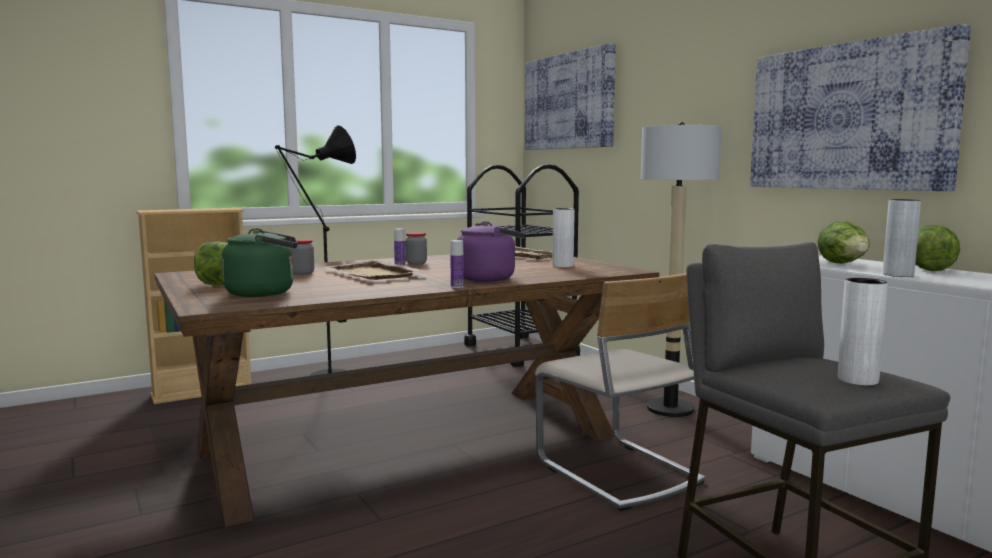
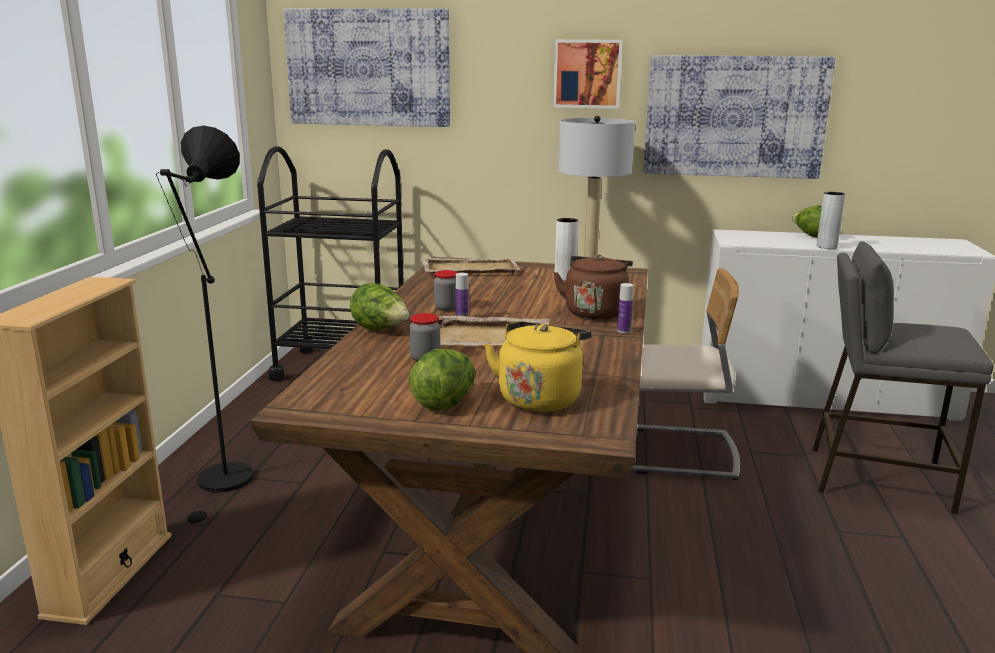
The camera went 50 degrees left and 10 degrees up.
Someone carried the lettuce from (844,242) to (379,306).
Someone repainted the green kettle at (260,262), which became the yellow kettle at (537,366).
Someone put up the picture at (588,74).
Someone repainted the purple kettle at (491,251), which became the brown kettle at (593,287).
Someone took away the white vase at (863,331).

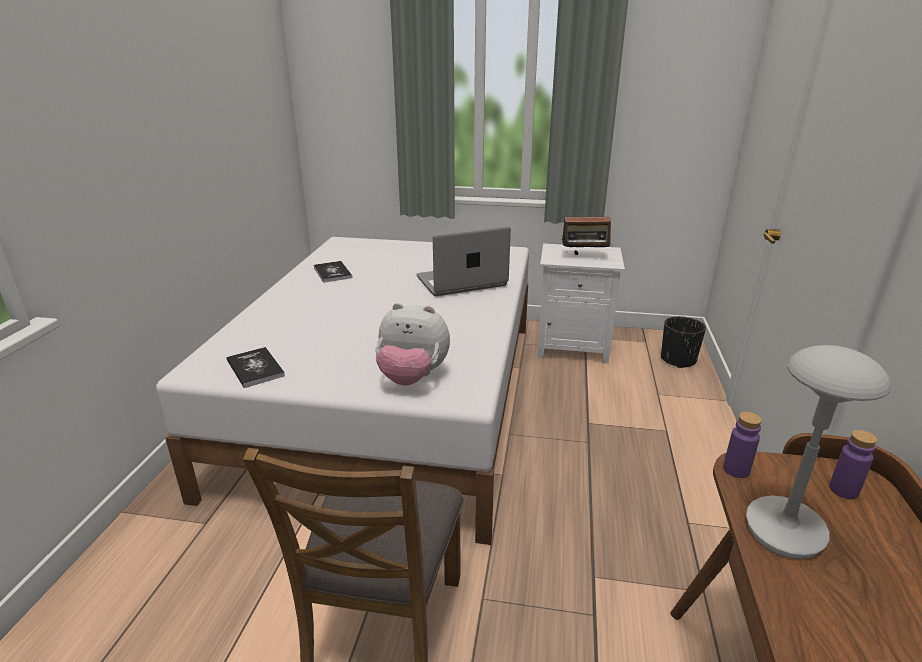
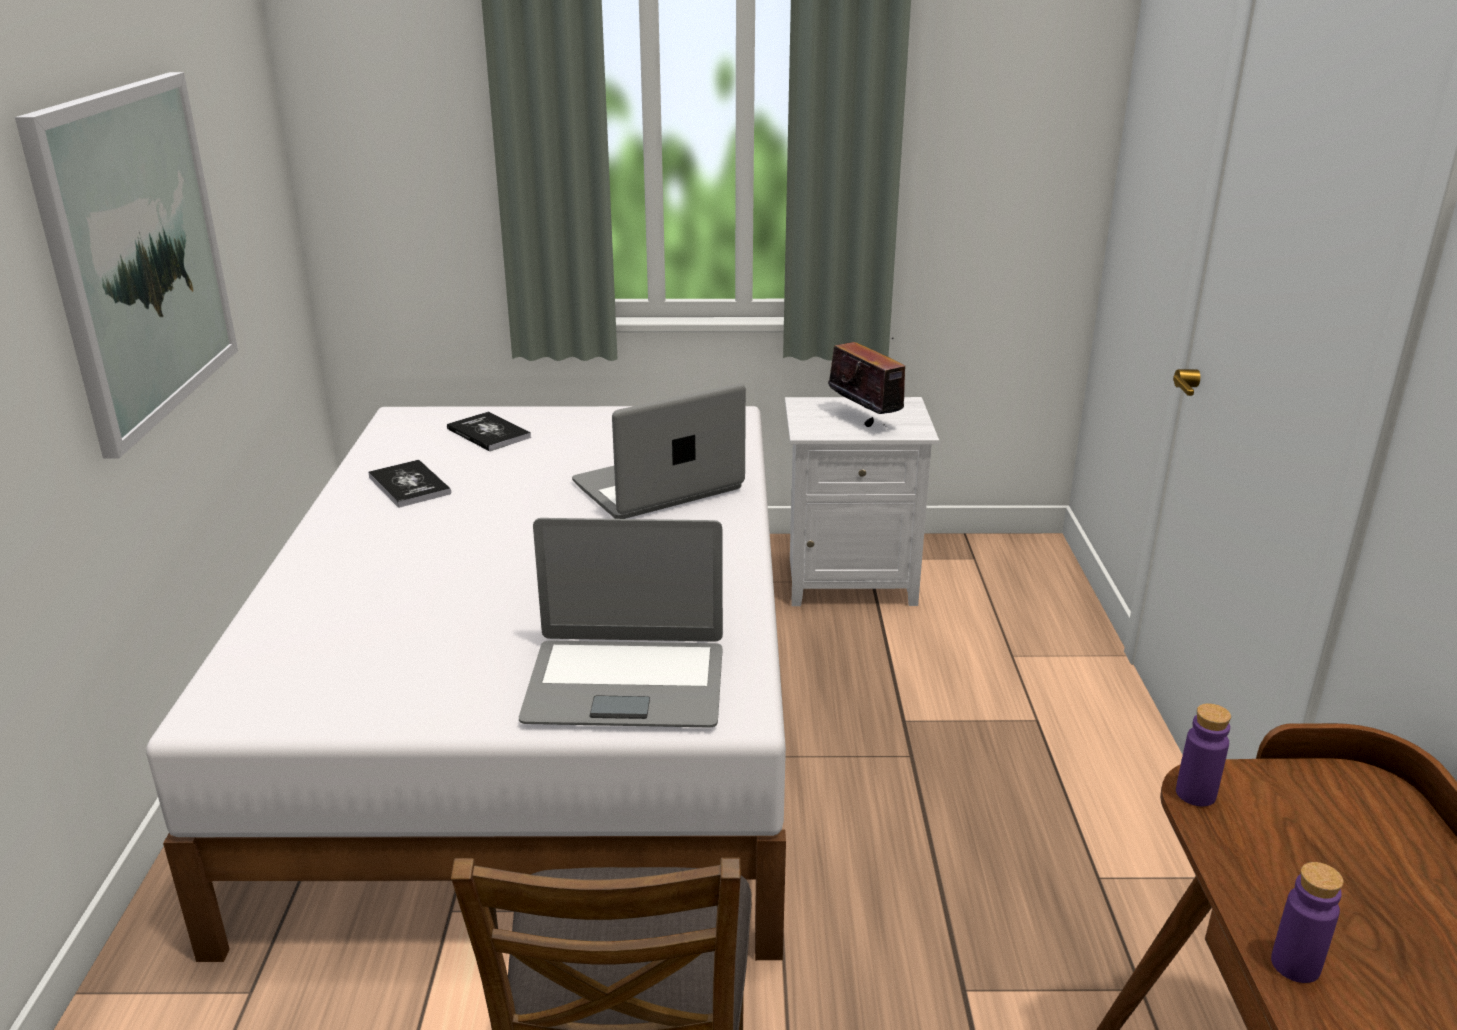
The camera went 10 degrees left and 0 degrees up.
Someone put up the picture at (126,265).
Someone carried the book from (256,367) to (489,431).
Someone swapped the plush toy at (413,344) for the laptop at (621,623).
Someone rotated the radio at (587,232) by 120 degrees counterclockwise.
Someone carried the purple bottle from (853,464) to (1307,922).
Someone took away the black planter at (683,342).
Someone took away the grey table lamp at (818,452).

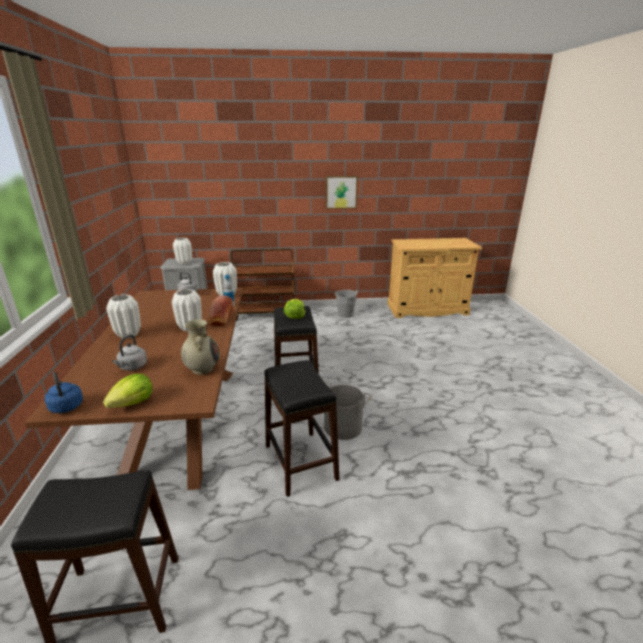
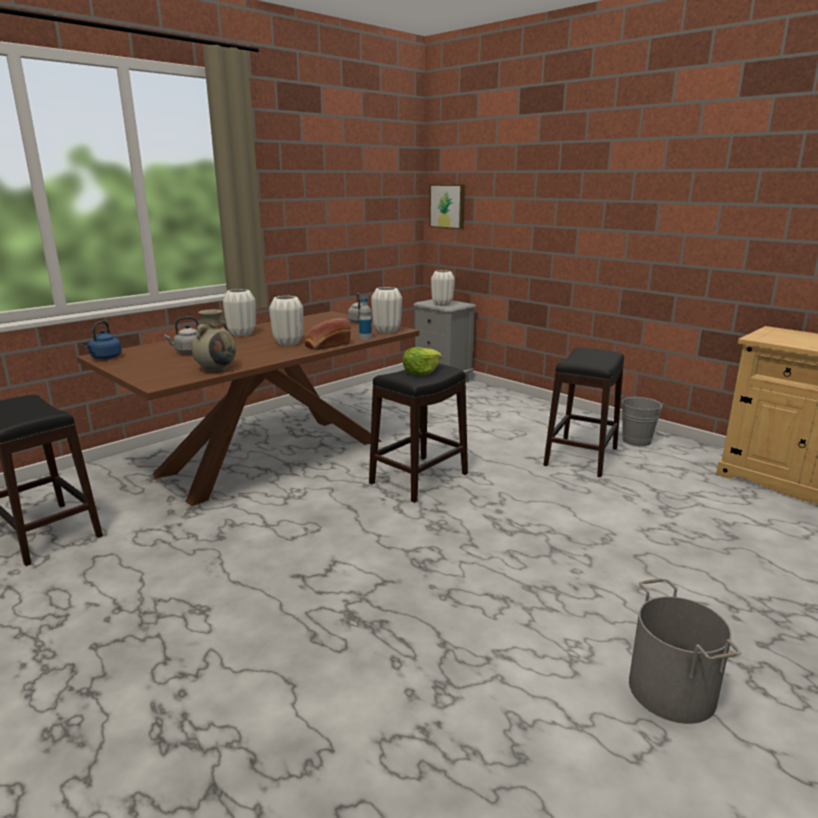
The camera went 50 degrees right and 5 degrees down.
Someone carried the picture from (342,192) to (447,206).
Someone carried the black stool from (301,428) to (584,412).
Someone carried the grey bucket from (348,410) to (685,651).
Someone took away the lettuce at (128,391).
Someone took away the brown cart at (262,285).

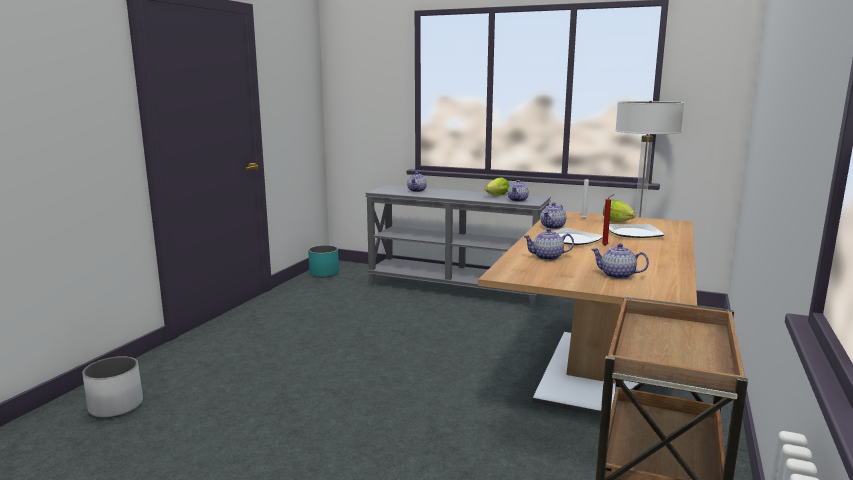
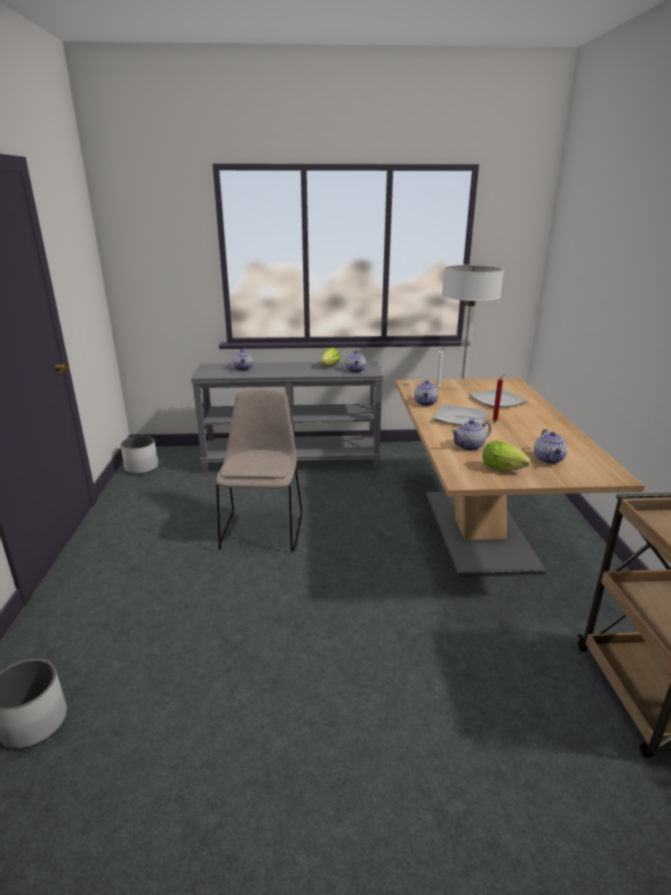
The camera went 25 degrees left and 10 degrees up.
Someone repainted the turquoise planter at (323,261), which became the white planter at (139,455).
Someone put down the beige chair at (259,470).
Someone carried the lettuce from (619,211) to (506,456).
Someone rotated the teapot at (620,261) by 90 degrees counterclockwise.

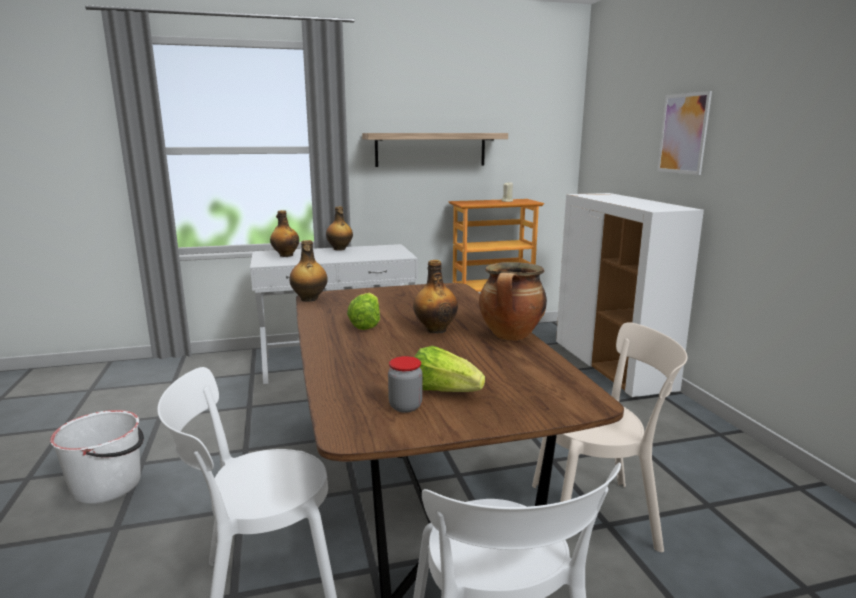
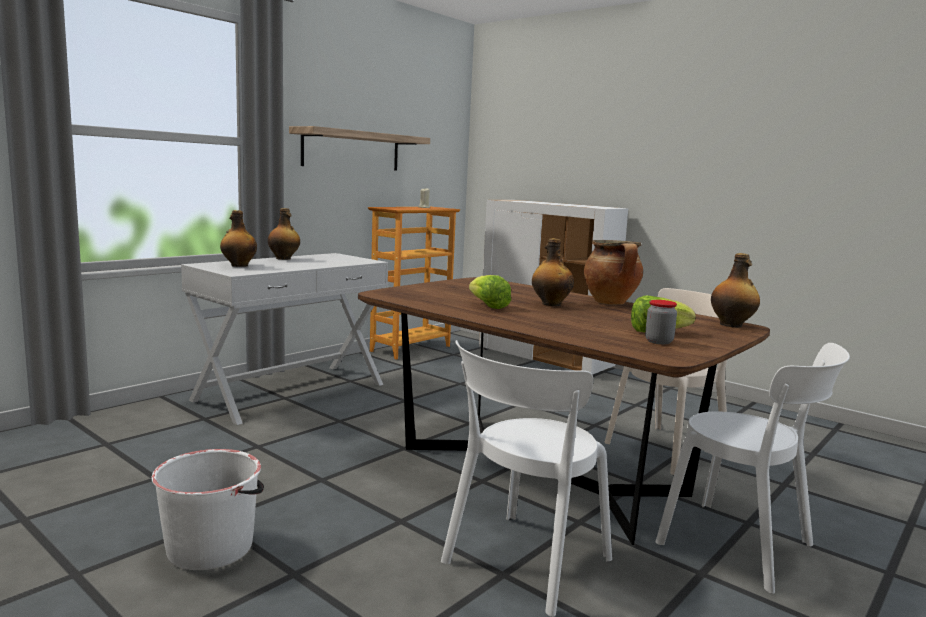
The camera went 35 degrees left and 5 degrees down.
Someone carried the bottle from (308,271) to (735,290).
Someone took away the picture at (684,133).

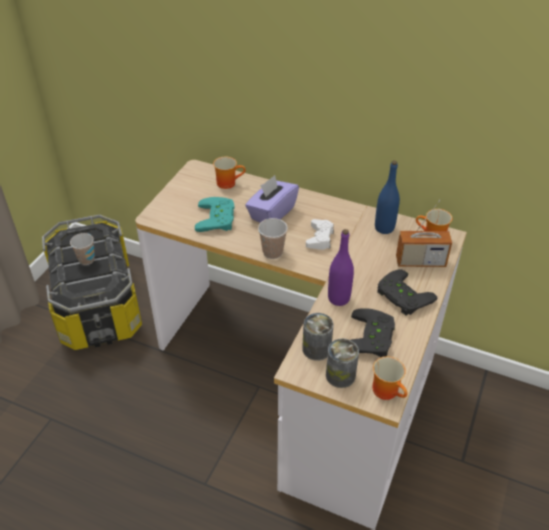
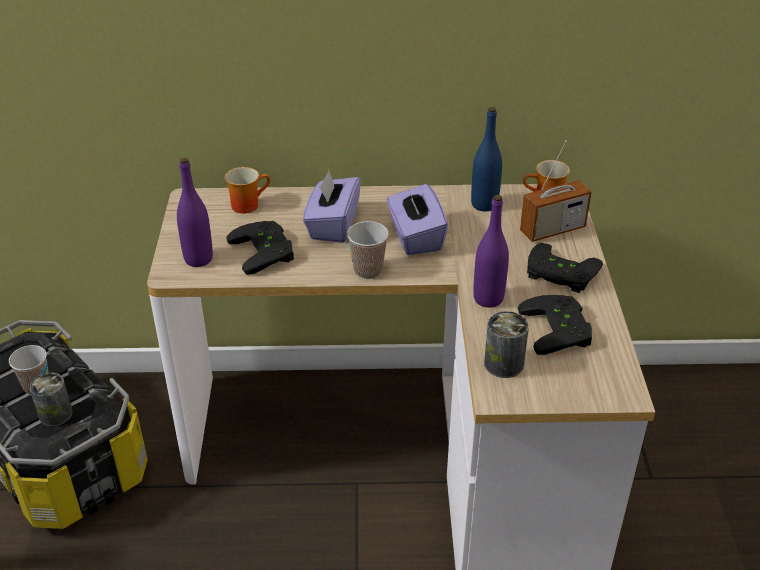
The camera went 25 degrees left and 5 degrees down.
Someone carried the can from (342,363) to (51,400).
Someone put down the purple bottle at (195,212).
Someone repainted the turquoise game controller at (215,214), which became the black game controller at (260,248).
Someone swapped the white game controller at (320,234) for the purple tissue box at (417,219).
Someone took away the mug at (390,378).

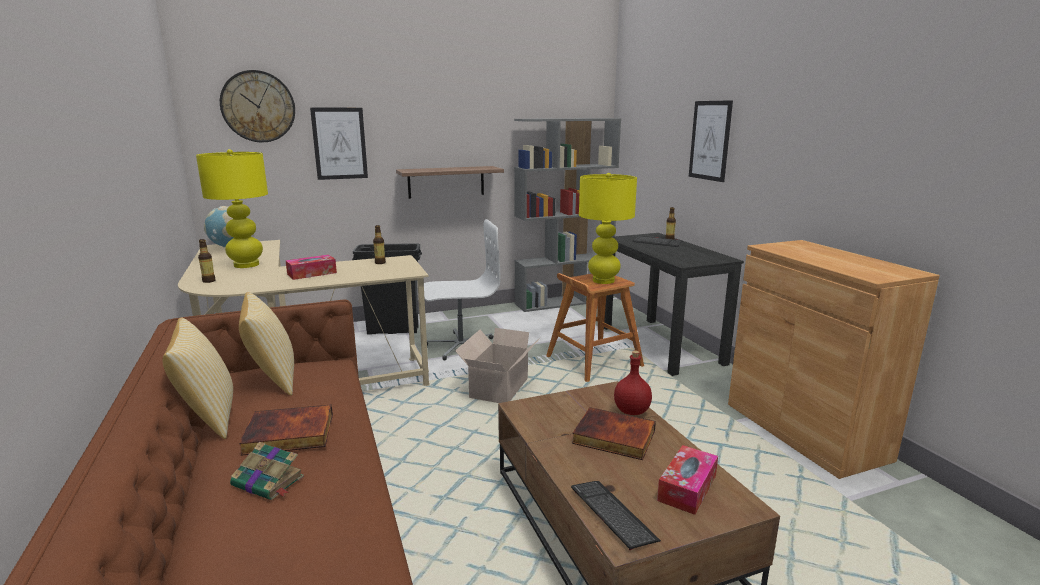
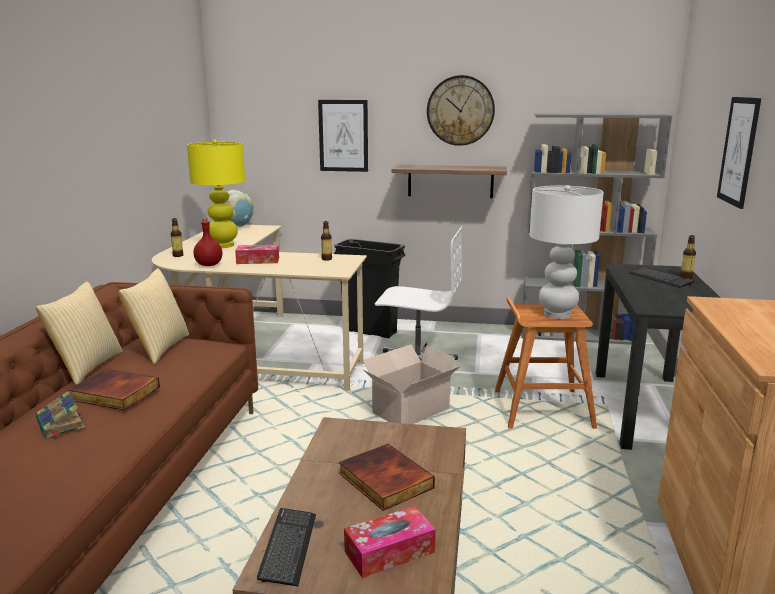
The camera went 30 degrees right and 0 degrees up.
Someone carried the red bottle from (633,383) to (207,242).
Someone carried the wall clock from (257,106) to (461,110).
Someone repainted the yellow table lamp at (608,228), which became the white table lamp at (567,252).

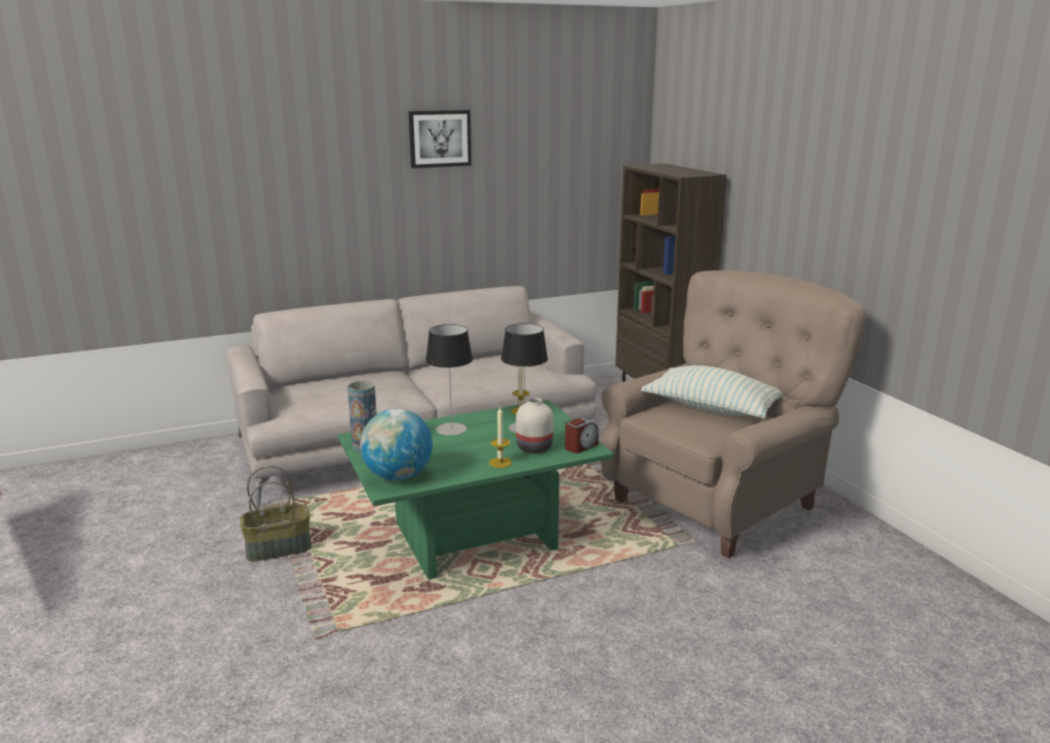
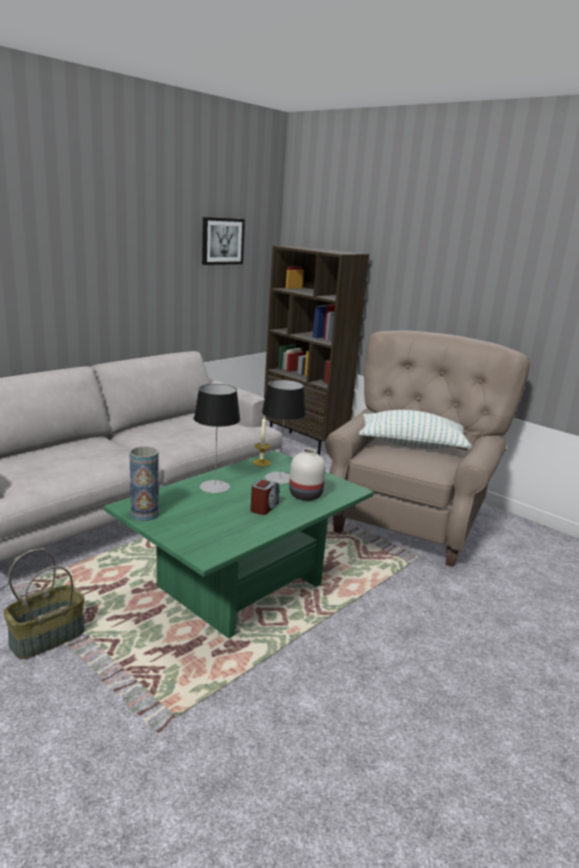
The camera went 25 degrees left and 0 degrees up.
Someone carried the picture from (439,139) to (223,241).
Someone carried the alarm clock from (582,435) to (264,497).
Someone took away the globe at (396,445).
Someone took away the candle at (500,437).

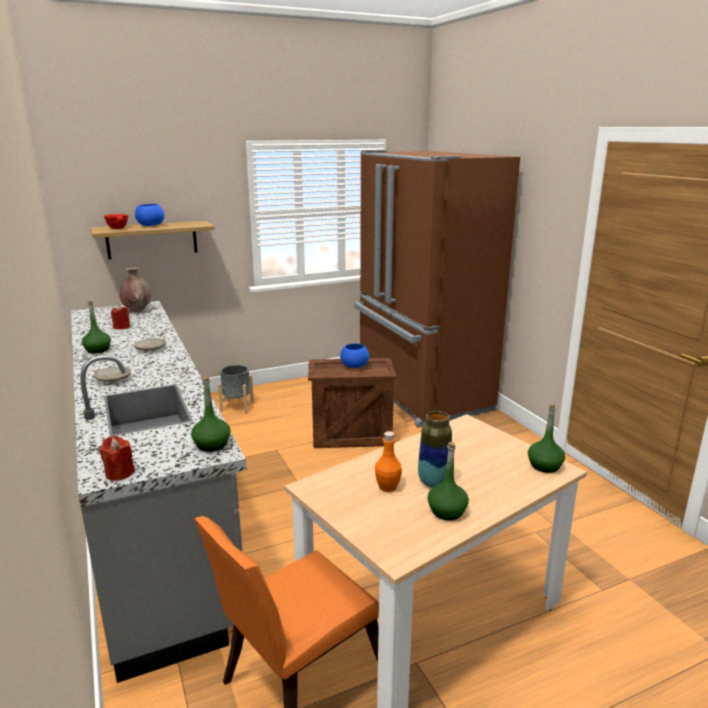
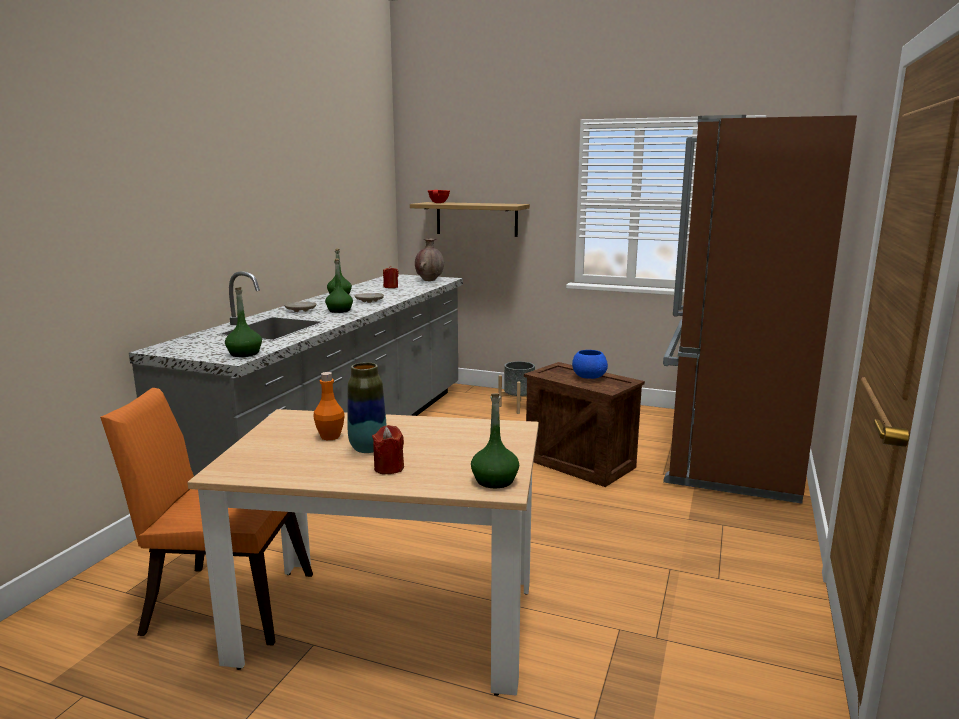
The camera went 45 degrees right and 5 degrees down.
Someone carried the green bottle from (448,481) to (339,286).
Someone carried the red candle from (117,458) to (388,449).
Someone took away the blue bowl at (150,215).

